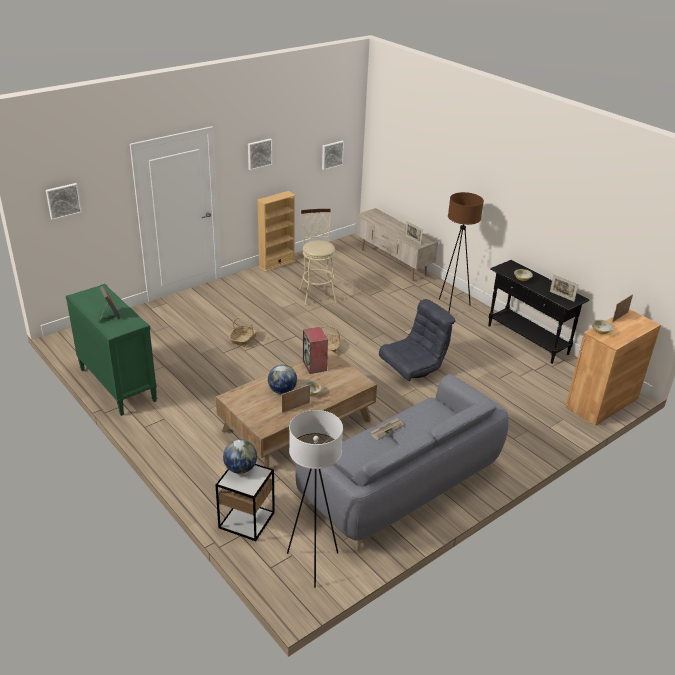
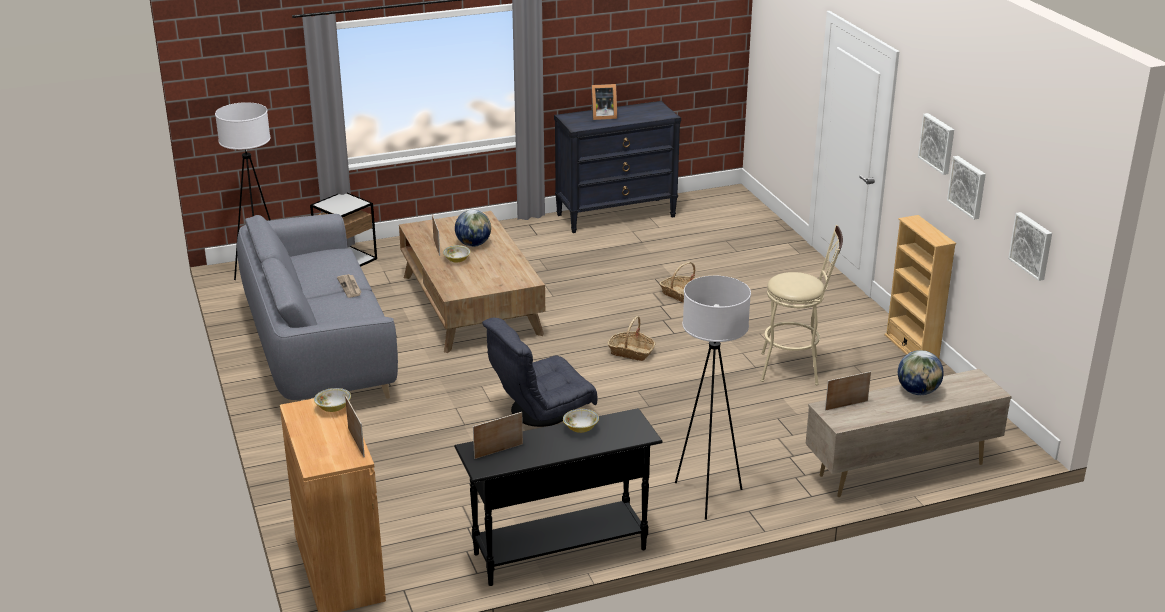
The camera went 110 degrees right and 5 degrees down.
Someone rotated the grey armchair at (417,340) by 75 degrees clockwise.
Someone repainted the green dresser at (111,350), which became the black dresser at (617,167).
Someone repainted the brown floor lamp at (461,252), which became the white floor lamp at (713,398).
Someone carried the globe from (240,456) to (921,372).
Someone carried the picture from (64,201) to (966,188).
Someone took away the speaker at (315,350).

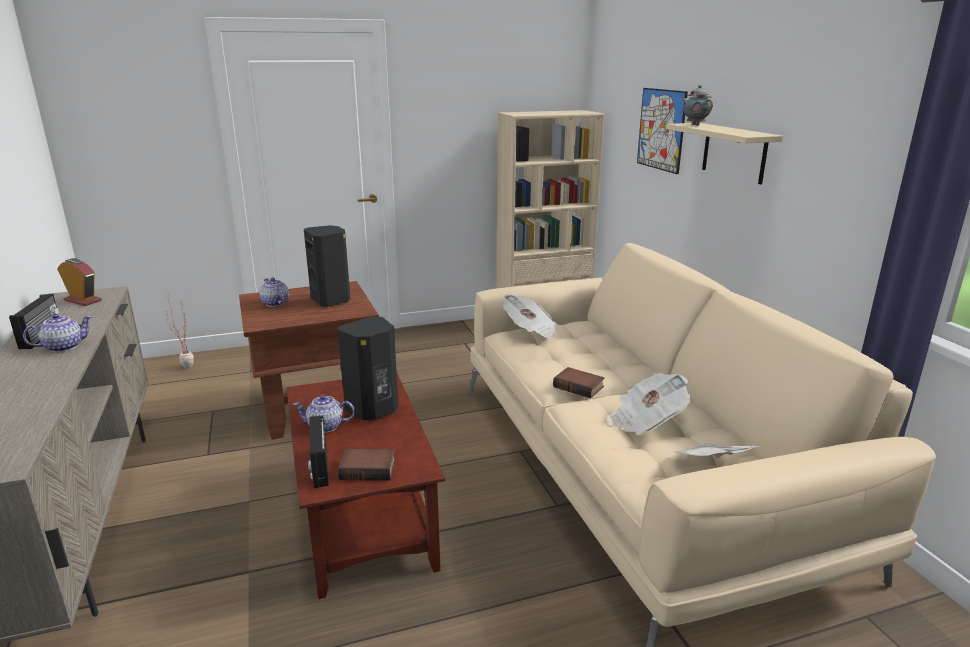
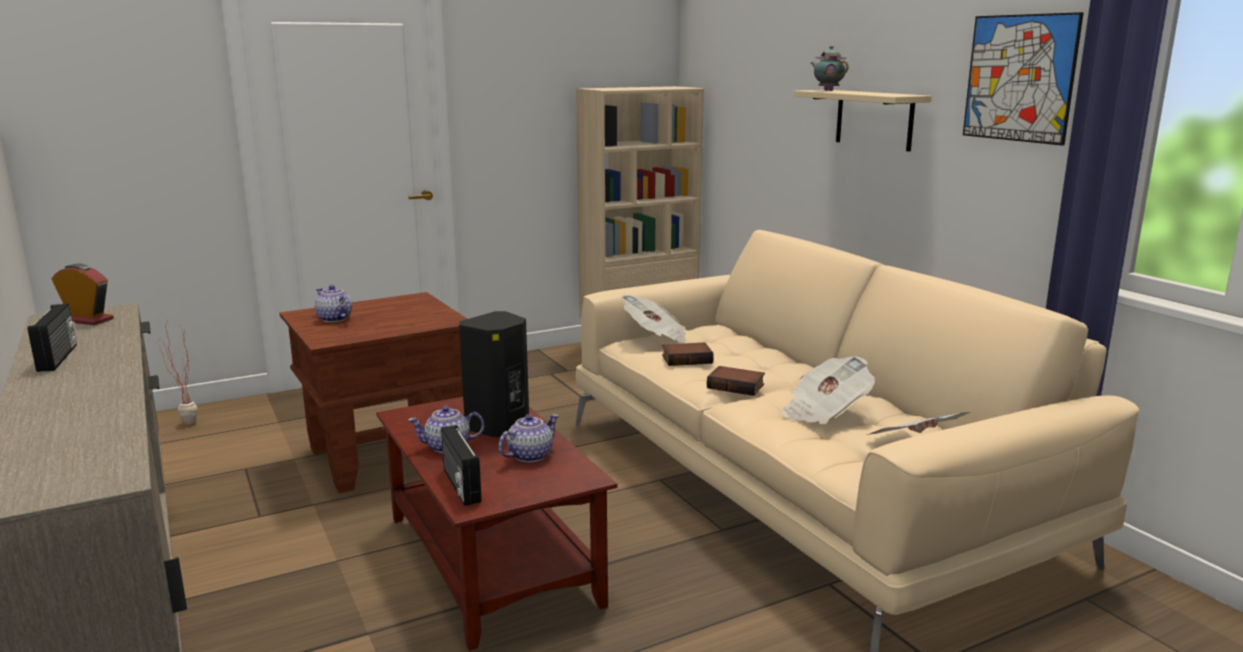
The camera went 10 degrees left and 5 degrees down.
Someone carried the teapot from (58,333) to (528,438).
Someone carried the book from (366,465) to (688,354).
Someone carried the picture from (662,131) to (1023,79).
Someone took away the black speaker at (327,266).

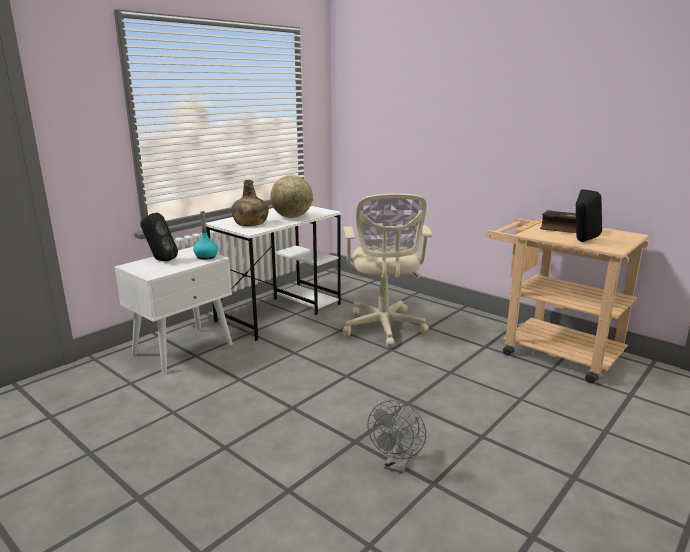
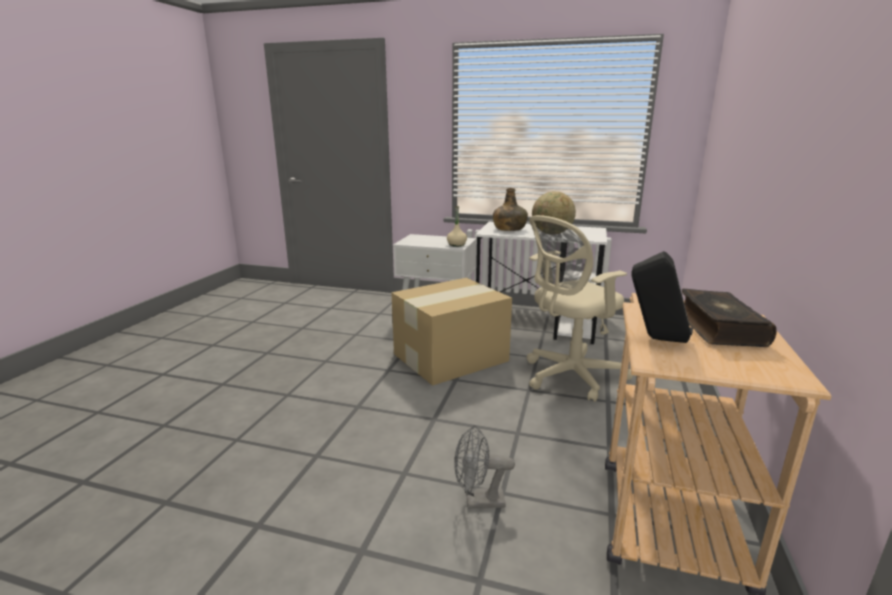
The camera went 65 degrees right and 0 degrees up.
Someone put down the cardboard box at (452,332).
Someone repainted the turquoise bottle at (205,235), which became the beige bottle at (457,226).
Someone carried the grey fan from (396,436) to (484,467).
Someone took away the black speaker at (159,237).

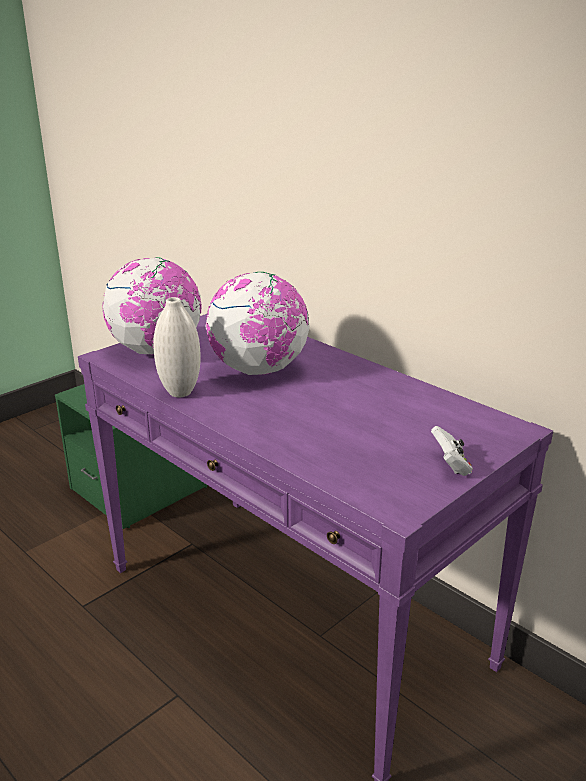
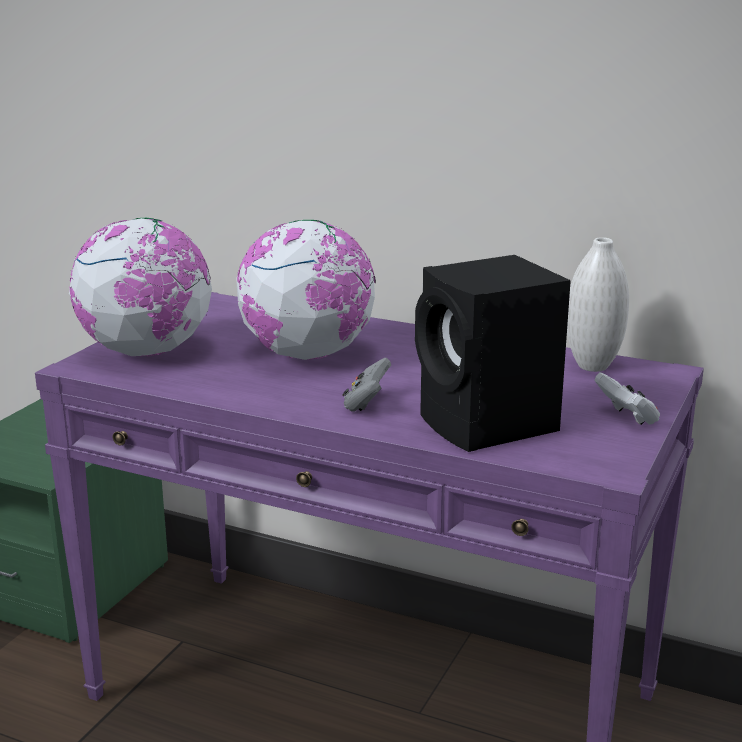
The camera went 20 degrees left and 5 degrees down.
Someone put down the grey game controller at (366,385).
Someone put down the black speaker at (493,353).
Someone carried the white vase from (177,347) to (598,304).

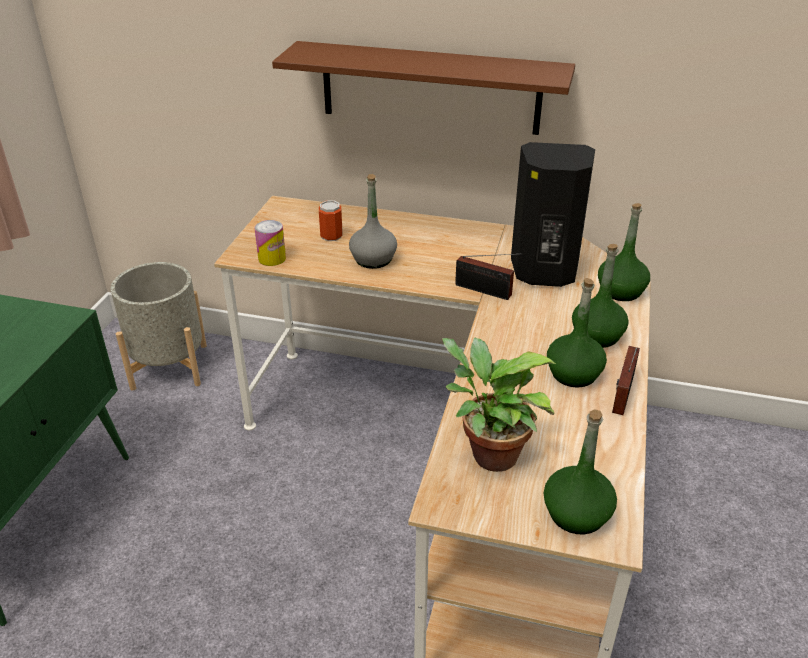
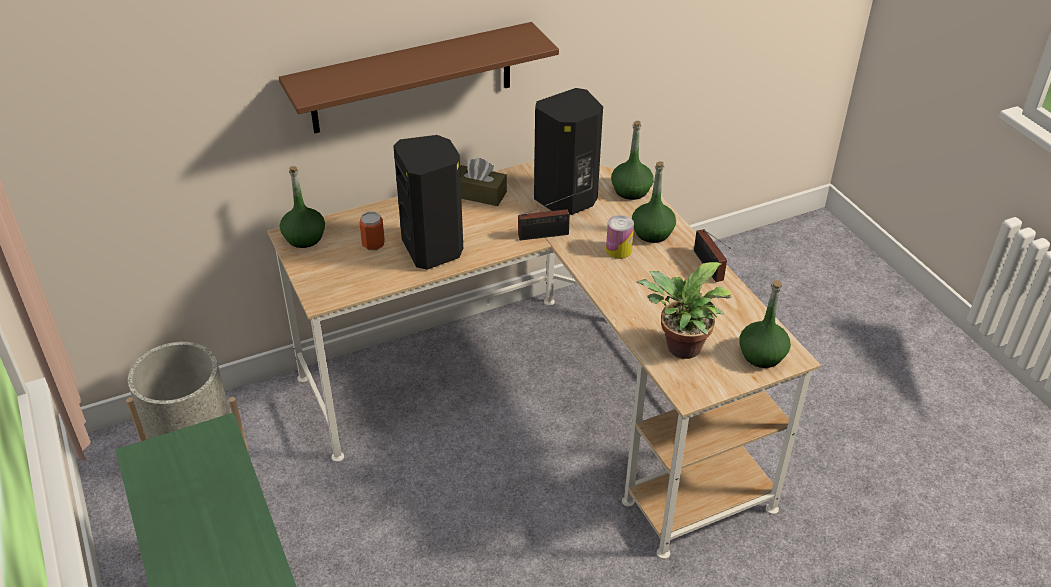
The camera went 40 degrees left and 5 degrees up.
Someone carried the green bottle from (577,333) to (302,207).
Someone swapped the grey bottle at (373,221) for the black speaker at (428,202).
Someone put down the brown tissue box at (483,182).
Someone carried the can from (270,243) to (620,237).

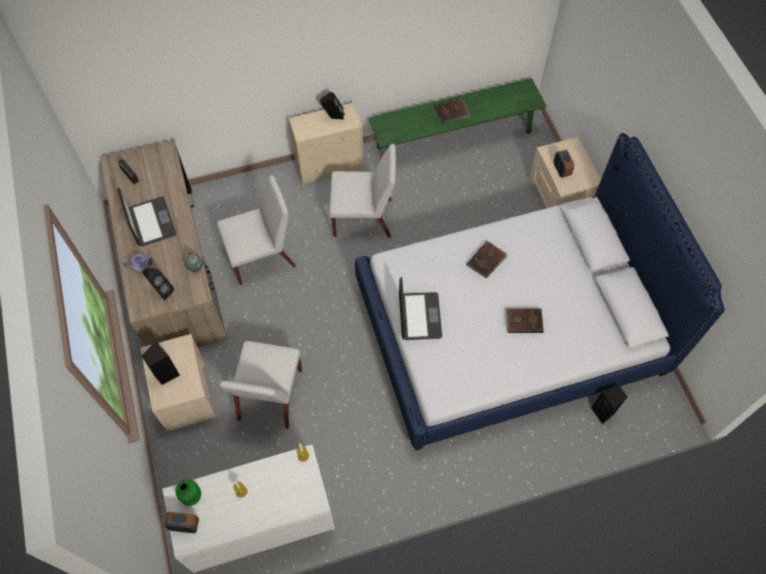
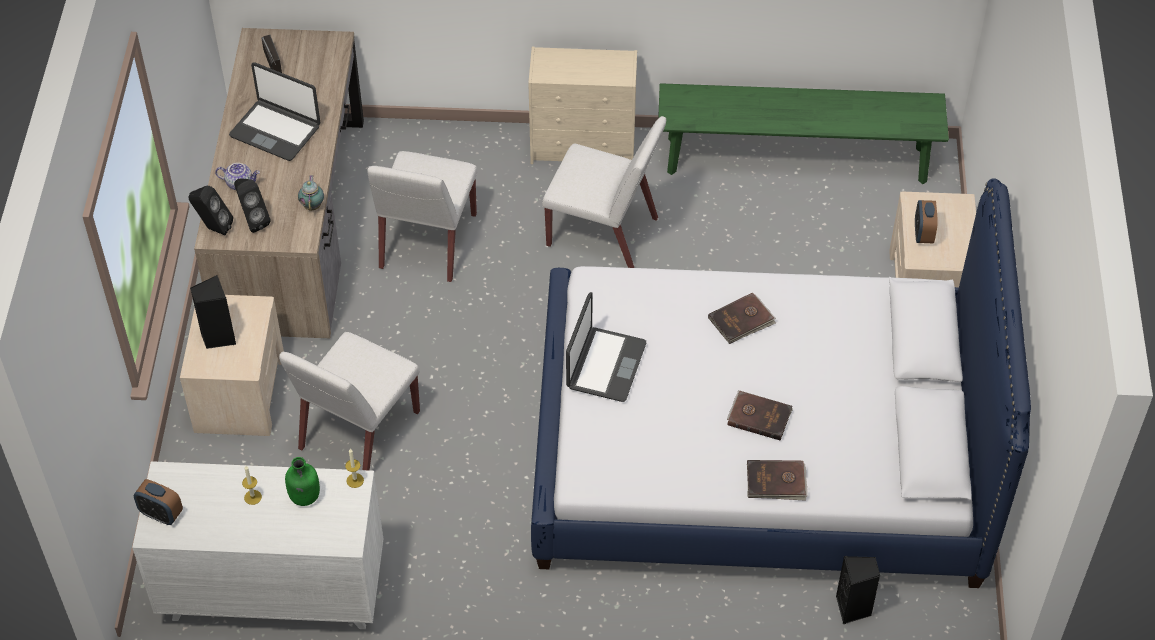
The camera went 20 degrees right and 10 degrees down.
Someone carried the black speaker from (332,105) to (210,211).
Someone rotated the laptop at (147,217) by 120 degrees clockwise.
Someone carried the green bottle from (188,492) to (302,481).
Someone rotated the white chair at (256,230) by 105 degrees clockwise.
Someone carried the brown book from (452,111) to (777,480).

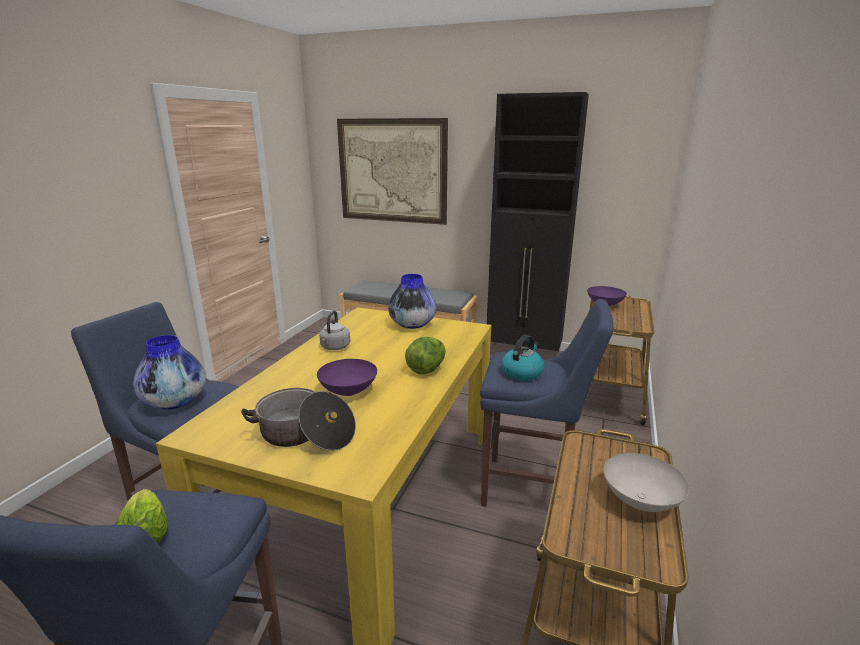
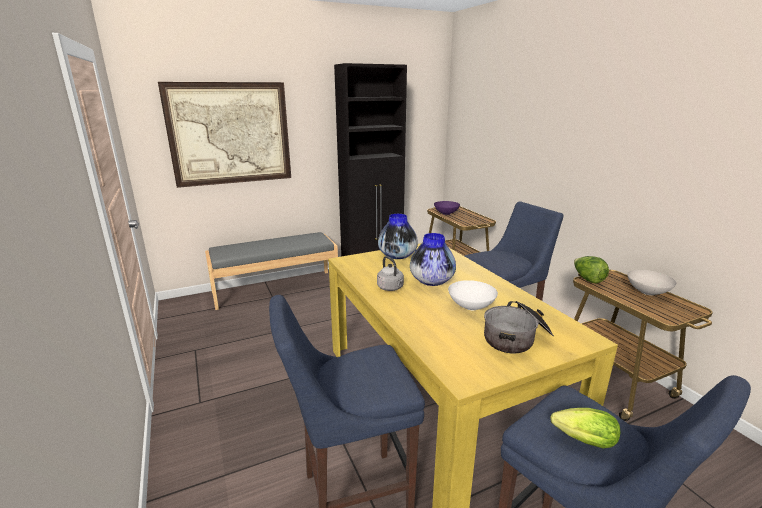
The camera went 45 degrees left and 0 degrees up.
Someone carried the vase from (169,372) to (433,259).
Someone repainted the purple bowl at (347,377), which became the white bowl at (473,295).
Someone carried the lettuce from (425,356) to (591,270).
Someone took away the kettle at (522,358).

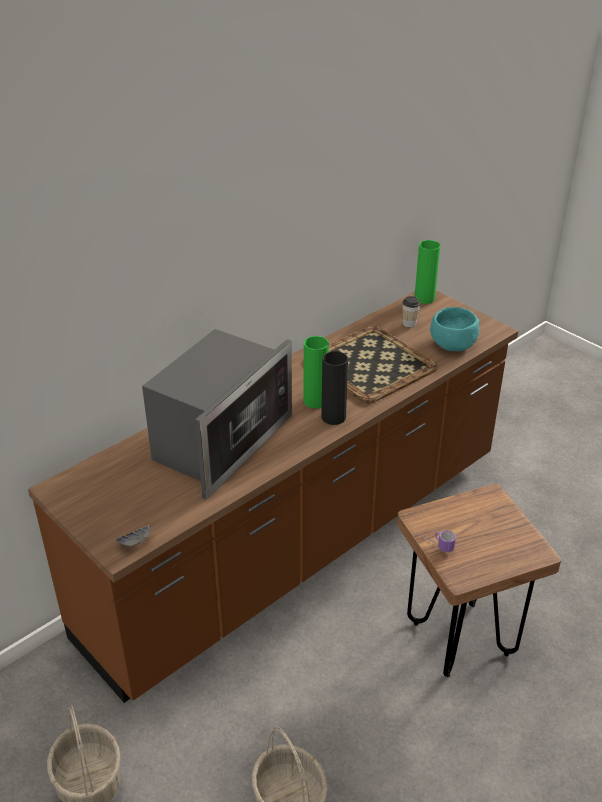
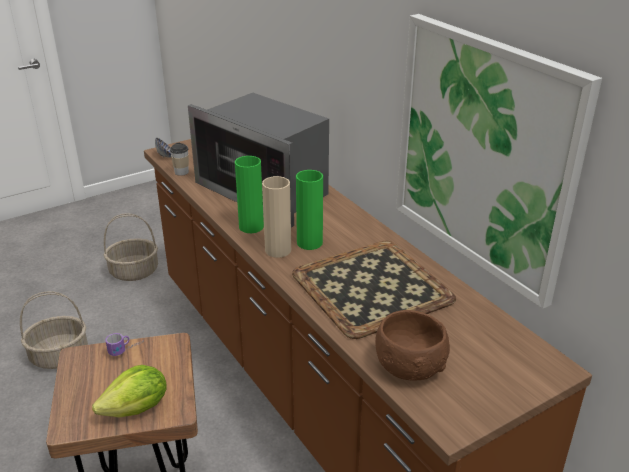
The camera went 100 degrees right and 5 degrees down.
Someone put down the lettuce at (129,391).
Someone carried the cup from (411,312) to (179,159).
Someone carried the green vase from (427,272) to (249,194).
Someone repainted the black vase at (334,388), which became the beige vase at (276,217).
Someone repainted the turquoise bowl at (454,329), which became the brown bowl at (412,345).
Someone put up the picture at (499,161).

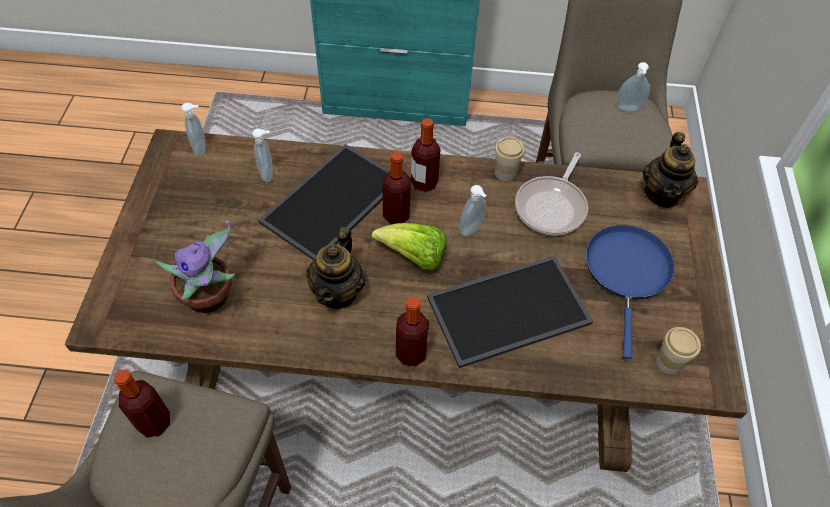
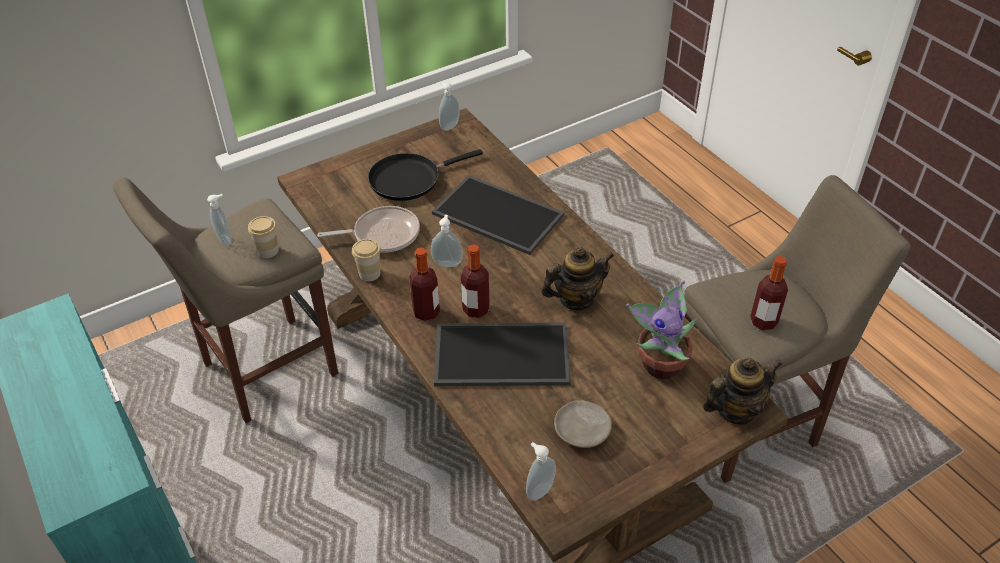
The camera went 125 degrees left and 10 degrees down.
Someone carried the cup from (678,350) to (263,237).
Someone repainted the blue frying pan at (630,292), which became the black frying pan at (425,175).
Someone carried the soap dispenser from (262,155) to (449,106).
Someone put down the beige plate at (583,424).
Someone carried the teapot from (671,170) to (743,391).
Someone took away the lettuce at (408,247).
Someone took away the bottle at (412,332).

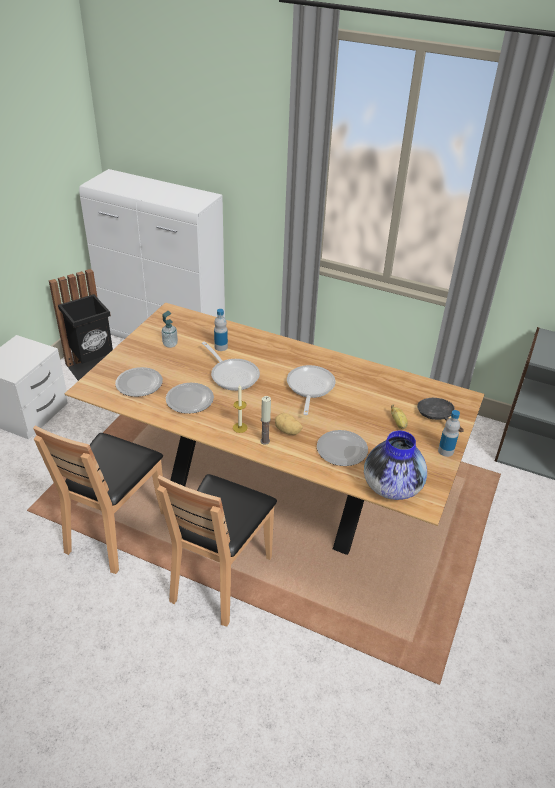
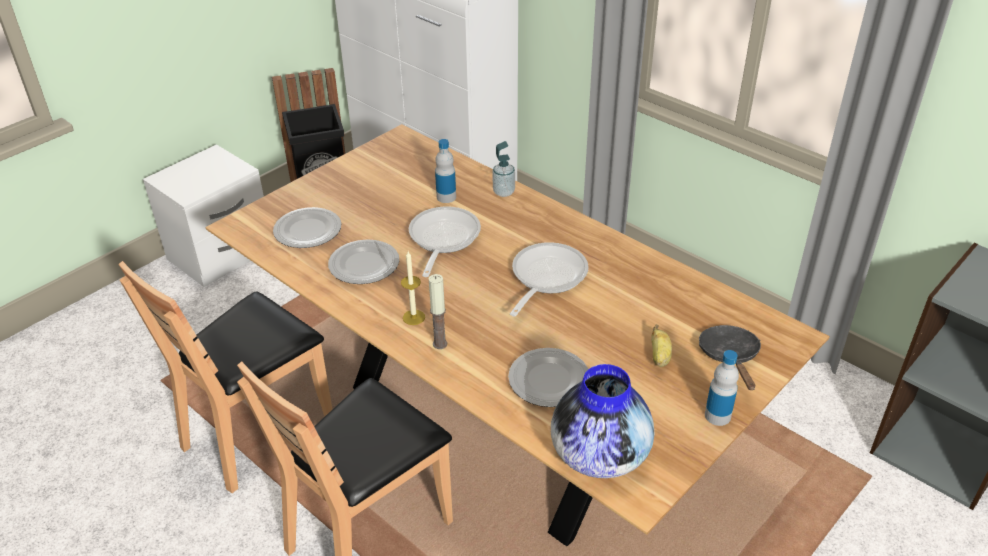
The camera went 20 degrees right and 0 degrees up.
Someone rotated the frying pan at (231,366) by 150 degrees counterclockwise.
Someone carried the soap dispenser from (169,329) to (503,169).
Someone took away the potato at (288,424).

